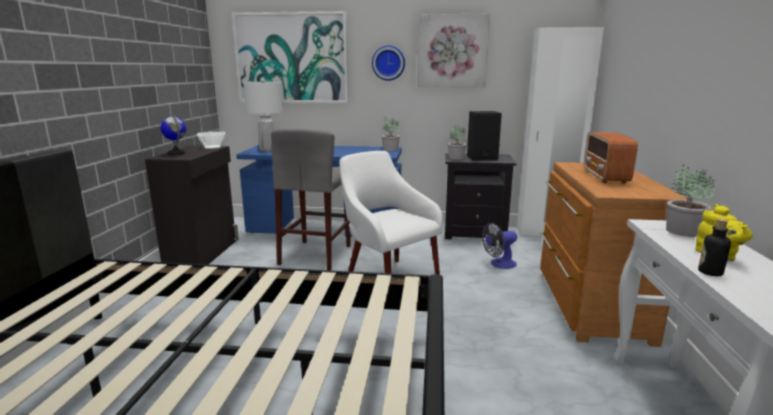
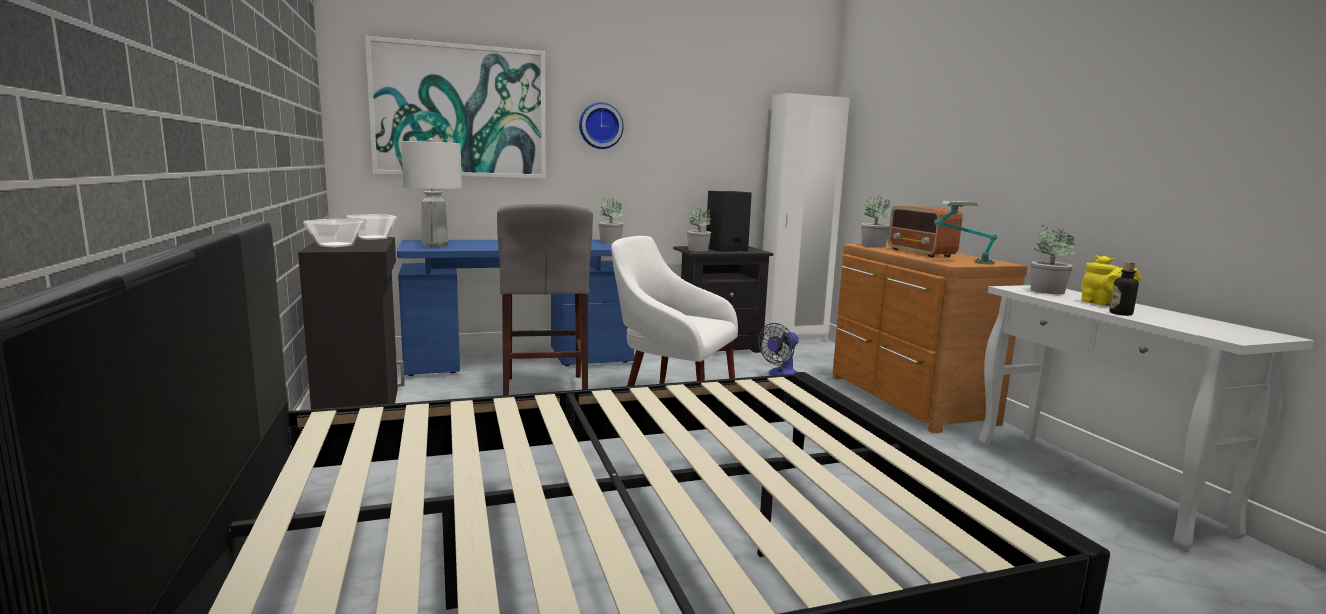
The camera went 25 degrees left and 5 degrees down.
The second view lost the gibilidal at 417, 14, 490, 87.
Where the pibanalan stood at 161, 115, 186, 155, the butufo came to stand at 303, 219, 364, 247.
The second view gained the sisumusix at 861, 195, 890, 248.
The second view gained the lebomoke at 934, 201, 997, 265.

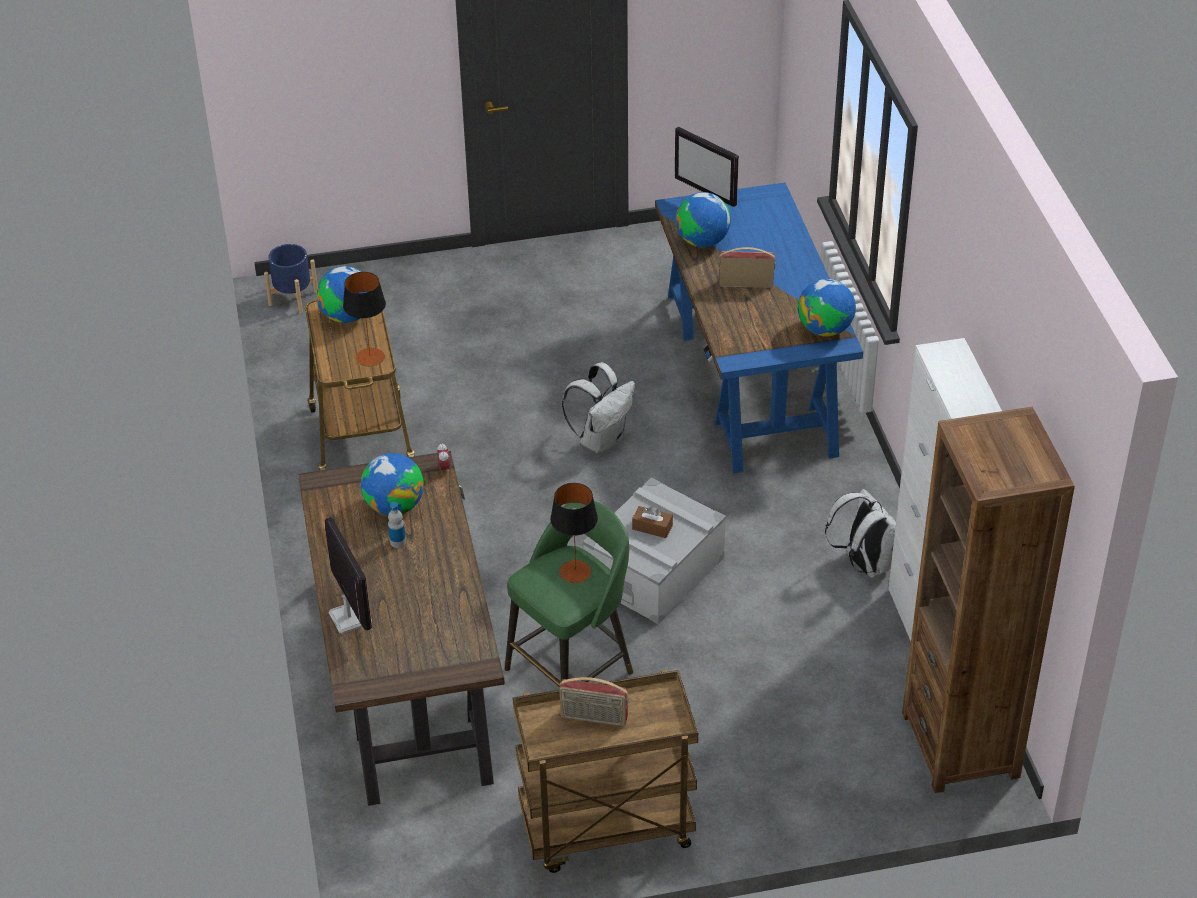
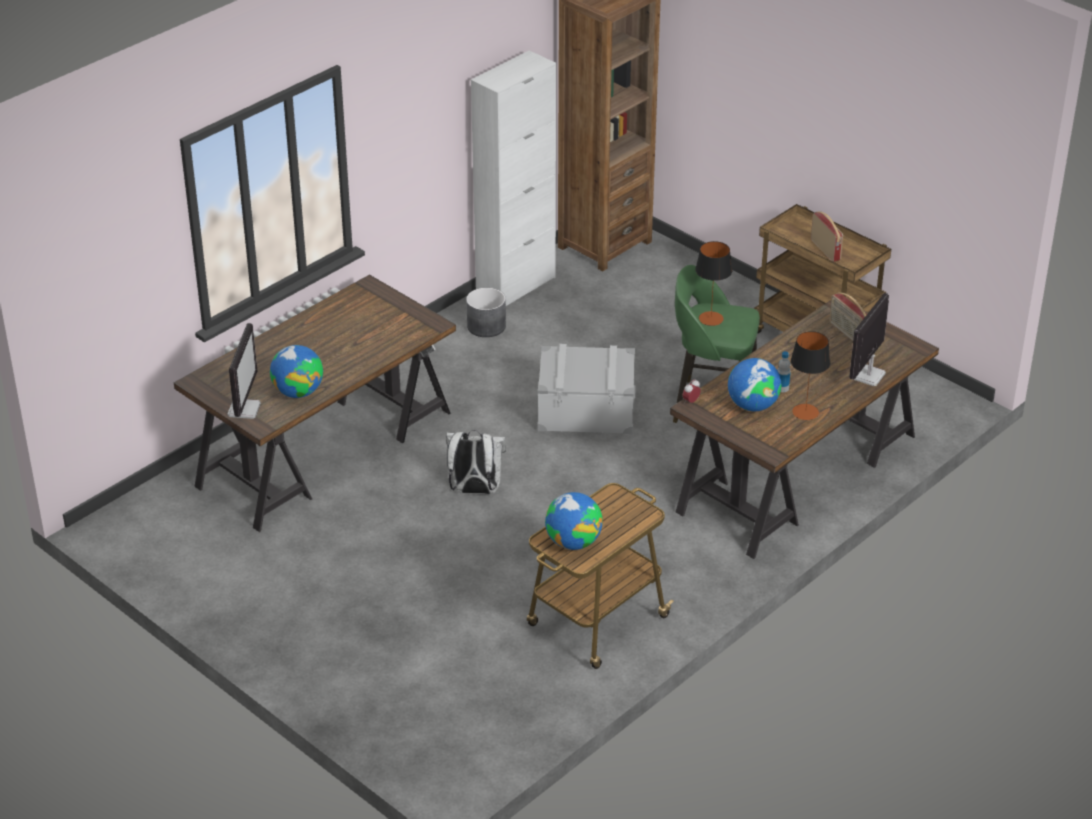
The camera went 125 degrees left and 5 degrees down.
What was the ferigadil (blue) at 655, 183, 863, 474 turned into the ferigadil (brown) at 174, 274, 456, 532.
The second view lost the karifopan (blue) at 264, 244, 318, 314.
The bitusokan ended up elsewhere, having gone from 719, 247, 775, 288 to 829, 292, 867, 341.
The lebomoke ended up elsewhere, having gone from 343, 272, 386, 366 to 791, 331, 830, 420.
The second view lost the pibanalan at 798, 279, 856, 337.
Where the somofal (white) stood at 825, 489, 896, 578, the karifopan (grey) came to stand at 466, 288, 506, 337.
The second view lost the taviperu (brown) at 632, 506, 673, 538.

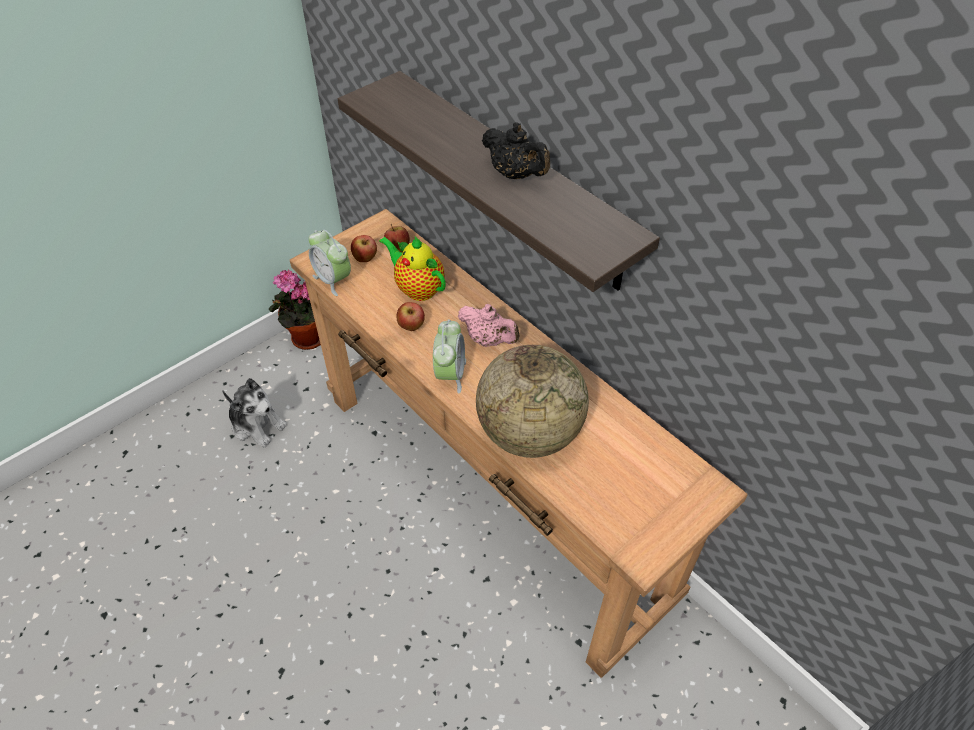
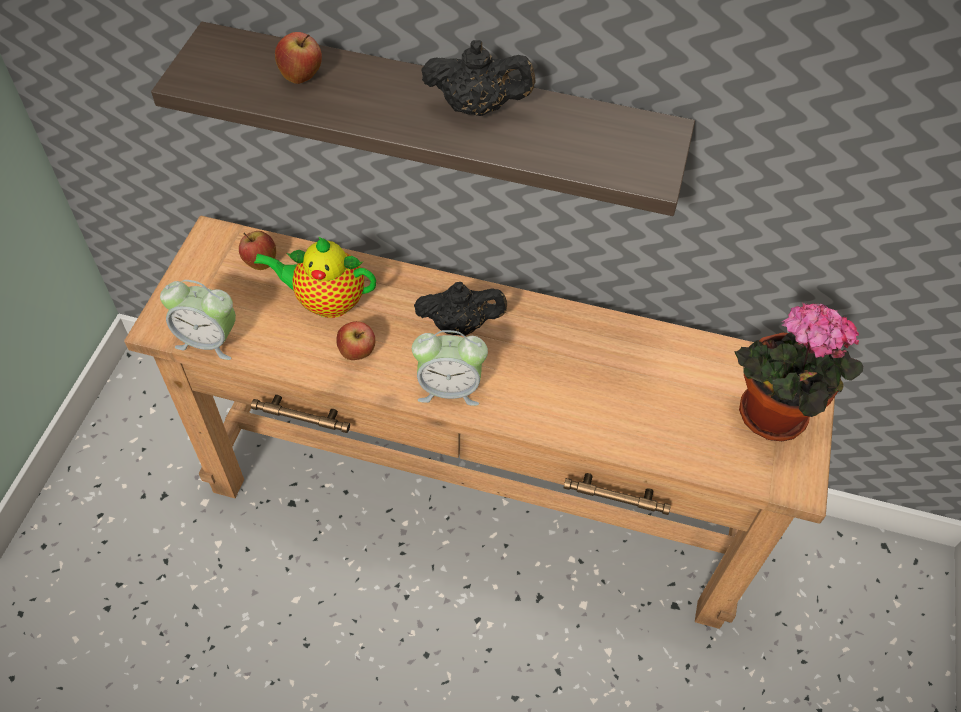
The camera went 35 degrees left and 5 degrees up.
The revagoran ended up elsewhere, having gone from 351, 235, 377, 262 to 275, 32, 322, 84.
The sisumusix ended up elsewhere, having gone from 269, 270, 321, 350 to 734, 303, 863, 441.
What was the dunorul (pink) at 458, 304, 519, 347 turned into the dunorul (black) at 414, 282, 507, 336.
The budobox at 433, 319, 466, 393 ended up facing another way, 120 degrees clockwise from before.
The second view lost the pibanalan at 476, 345, 589, 458.
The second view lost the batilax at 222, 378, 287, 447.

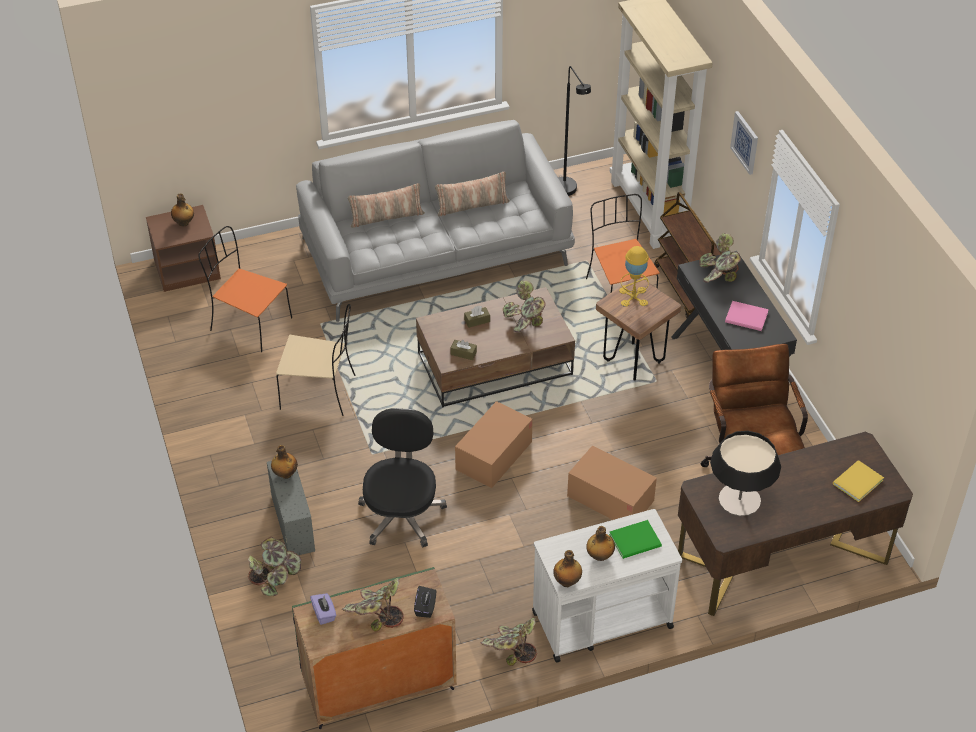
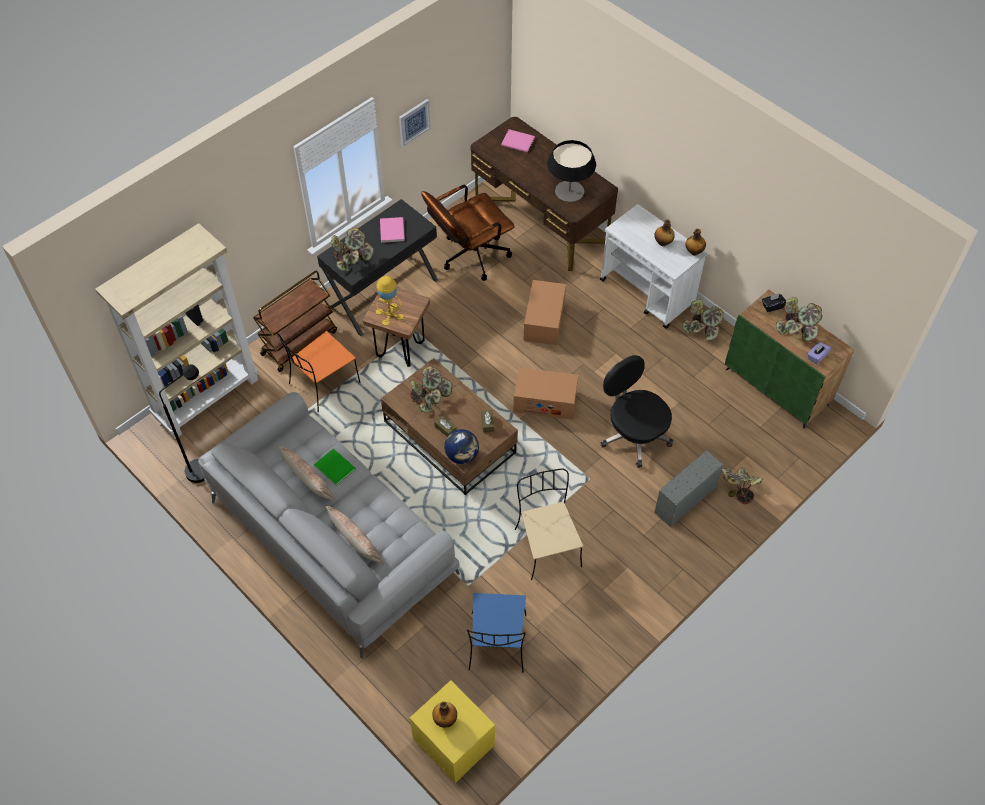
The camera went 115 degrees left and 10 degrees up.
The gibilidal ended up elsewhere, having gone from 730, 111, 758, 175 to 399, 99, 431, 147.
What was the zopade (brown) at 146, 205, 221, 292 turned into the zopade (yellow) at 410, 680, 495, 783.
What was the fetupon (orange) at 198, 226, 292, 352 turned into the fetupon (blue) at 467, 593, 527, 673.
The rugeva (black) at 358, 408, 447, 547 ended up facing another way, 75 degrees clockwise from before.
The second view lost the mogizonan at 271, 445, 298, 479.
What was the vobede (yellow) at 833, 460, 884, 502 turned into the vobede (pink) at 501, 129, 535, 153.
The vobede (green) ended up elsewhere, having gone from 609, 520, 662, 559 to 314, 449, 356, 486.
The second view gained the pibanalan at 444, 429, 479, 464.

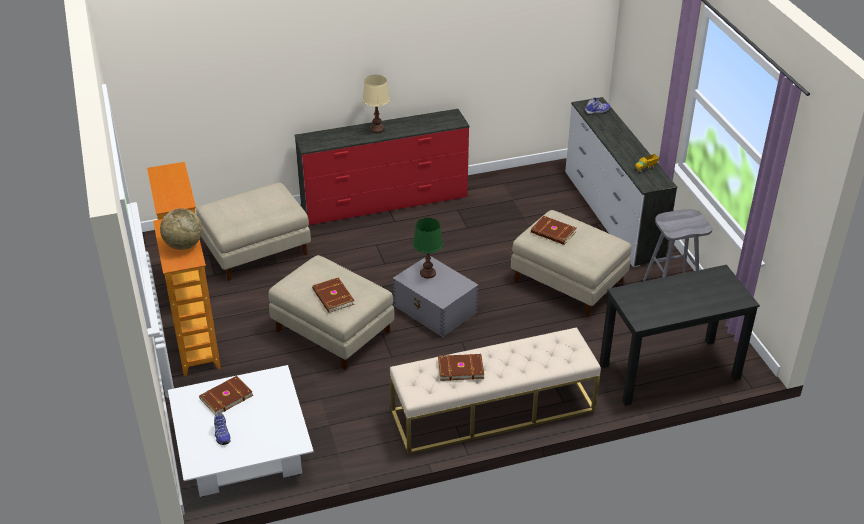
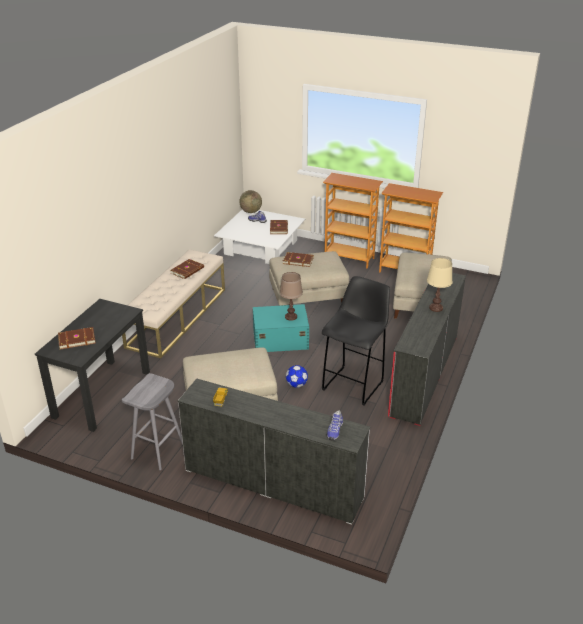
The camera went 130 degrees right and 5 degrees down.
The pibanalan ended up elsewhere, having gone from 160, 208, 202, 250 to 239, 190, 262, 213.
The vobede (brown) ended up elsewhere, having gone from 531, 216, 577, 245 to 58, 327, 96, 349.
What was the lebomoke (green) at 413, 218, 443, 279 turned into the lebomoke (brown) at 280, 272, 303, 321.
What was the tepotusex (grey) at 393, 256, 479, 337 turned into the tepotusex (turquoise) at 253, 304, 309, 352.
The second view gained the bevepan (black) at 322, 276, 390, 405.
The second view gained the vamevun at 286, 365, 308, 388.

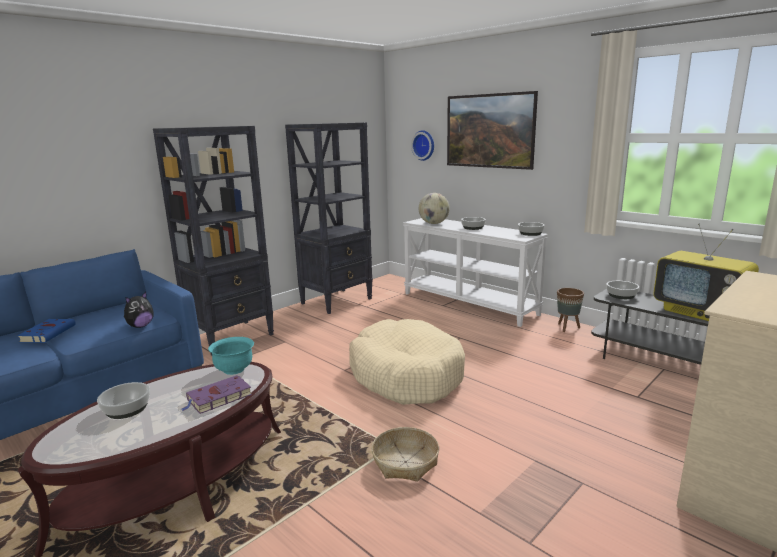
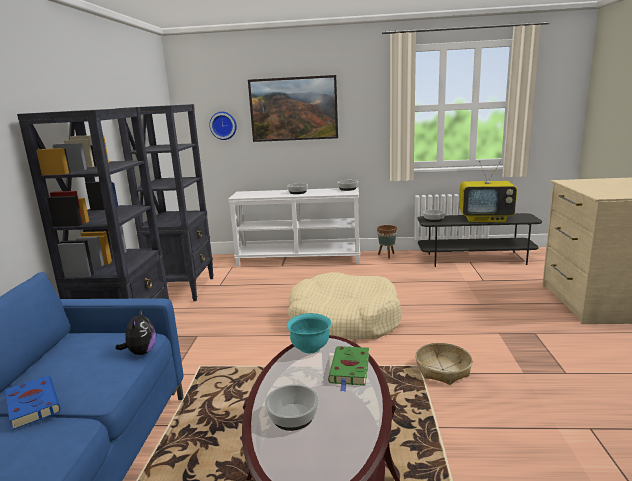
The camera went 40 degrees left and 0 degrees up.
The second view lost the pibanalan at 419, 193, 450, 224.
What was the vobede (purple) at 182, 375, 252, 414 turned into the vobede (green) at 328, 346, 369, 392.

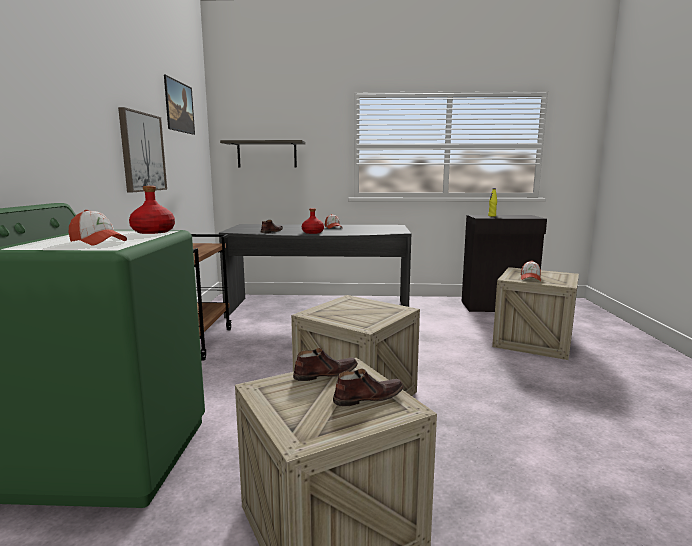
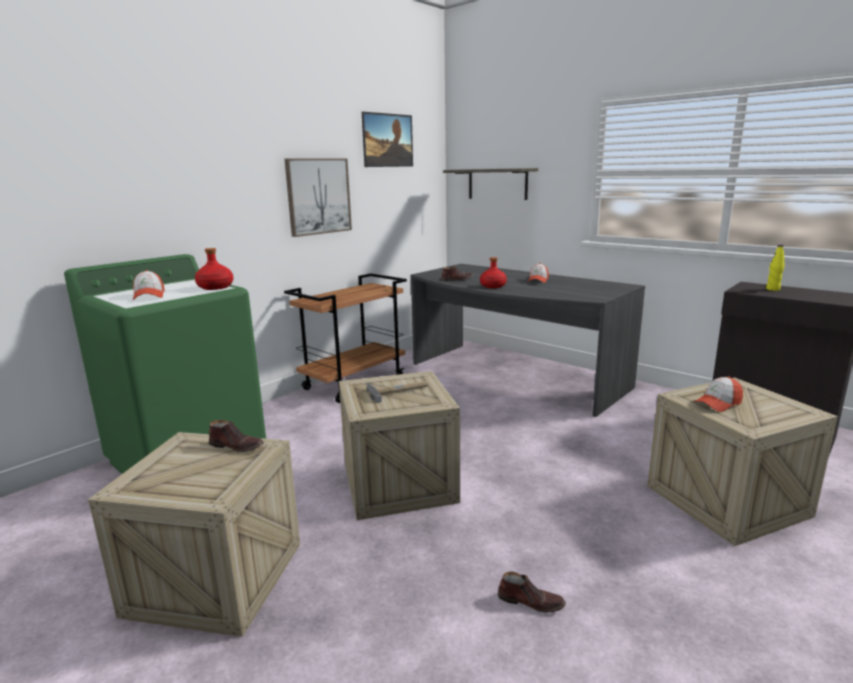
The camera went 40 degrees right and 5 degrees up.
The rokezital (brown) ended up elsewhere, having gone from 333, 369, 404, 406 to 498, 571, 566, 613.
The second view gained the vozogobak at 366, 381, 428, 403.

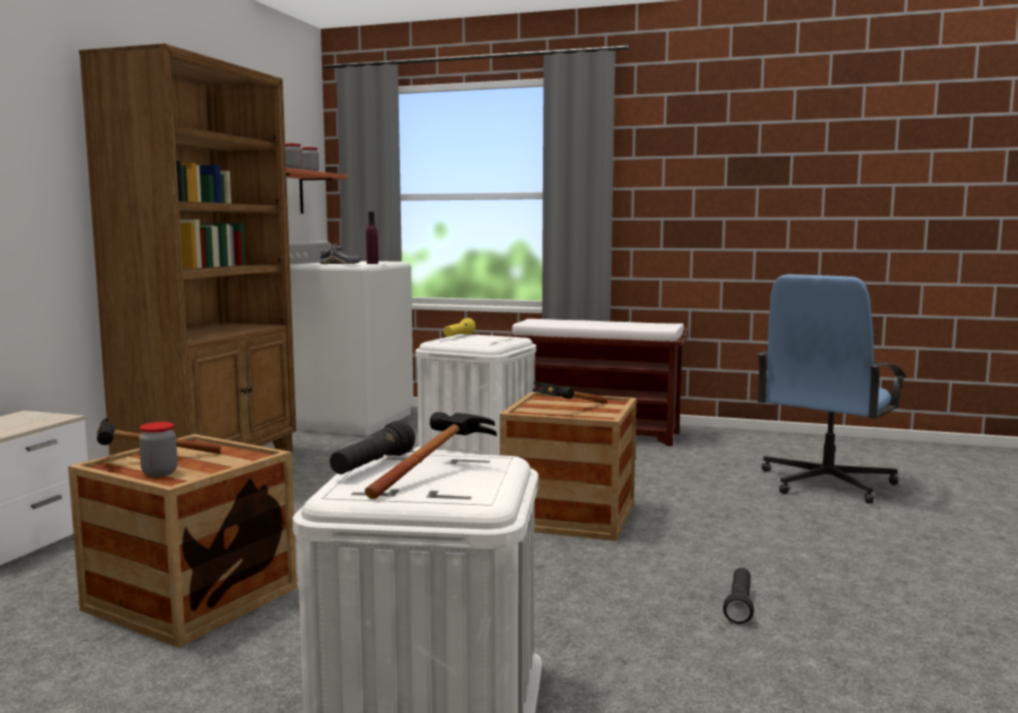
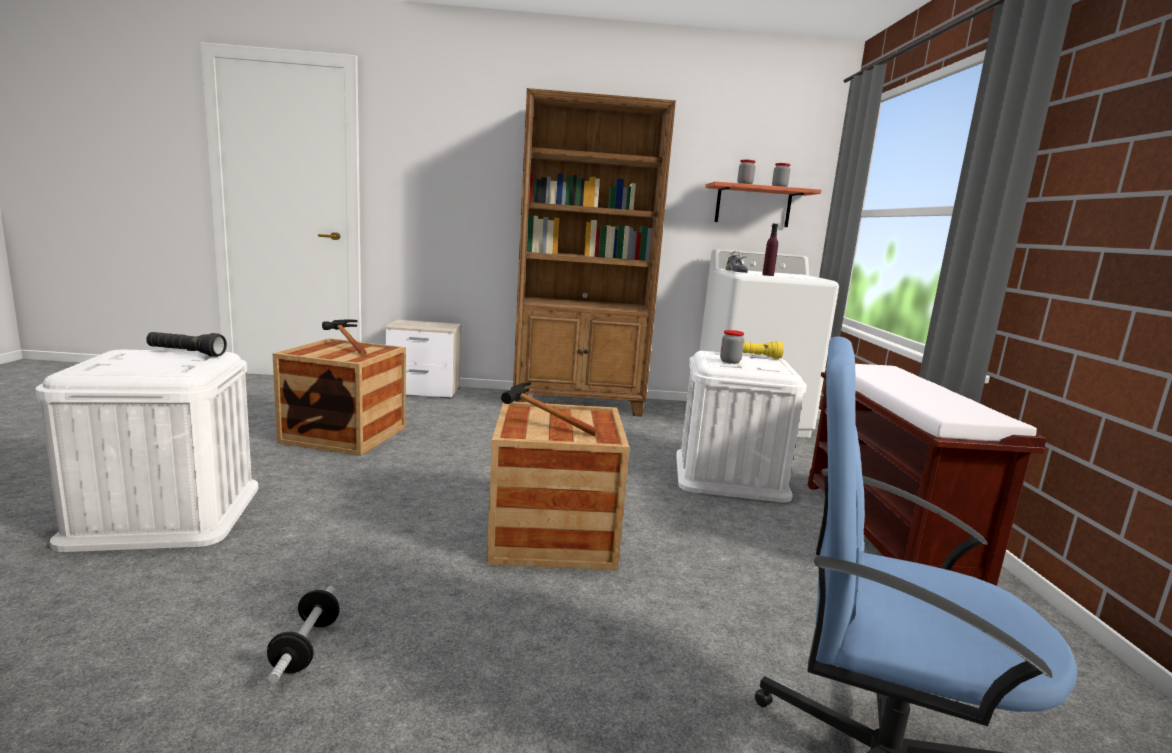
The camera went 70 degrees right and 5 degrees up.
The second view lost the vozogobak at 365, 412, 497, 499.
The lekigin ended up elsewhere, having gone from 139, 422, 178, 477 to 720, 330, 744, 364.
Where the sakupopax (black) stood at 723, 568, 754, 624, the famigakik came to stand at 267, 586, 340, 683.

